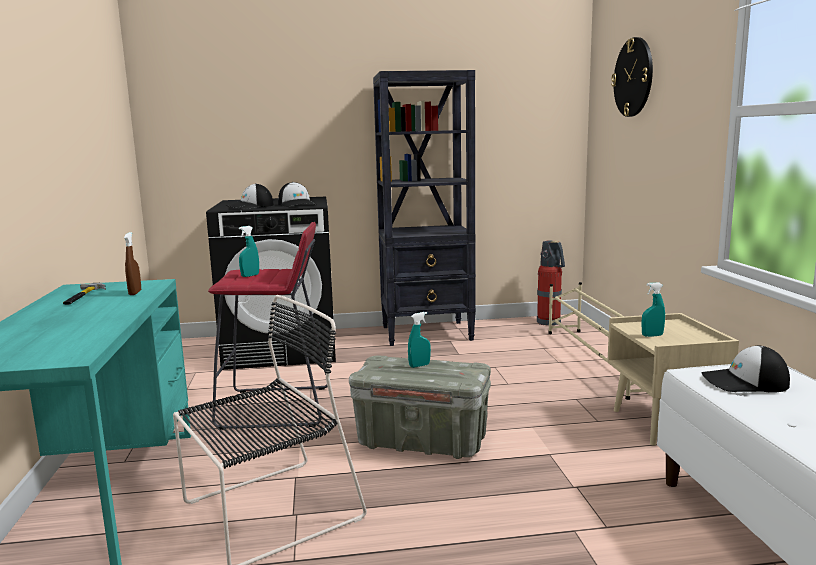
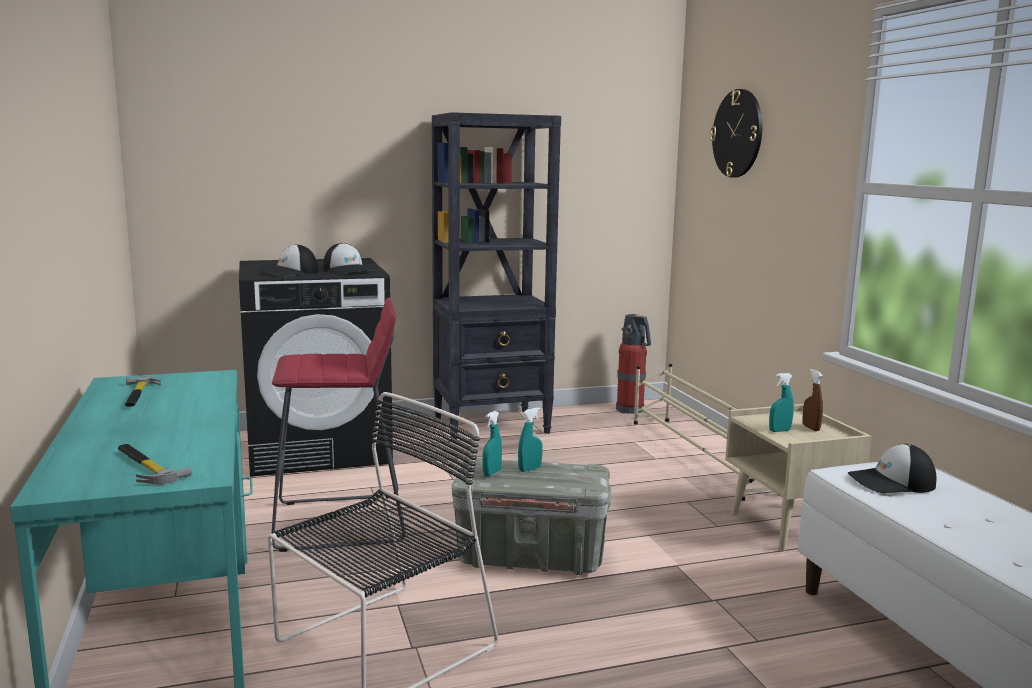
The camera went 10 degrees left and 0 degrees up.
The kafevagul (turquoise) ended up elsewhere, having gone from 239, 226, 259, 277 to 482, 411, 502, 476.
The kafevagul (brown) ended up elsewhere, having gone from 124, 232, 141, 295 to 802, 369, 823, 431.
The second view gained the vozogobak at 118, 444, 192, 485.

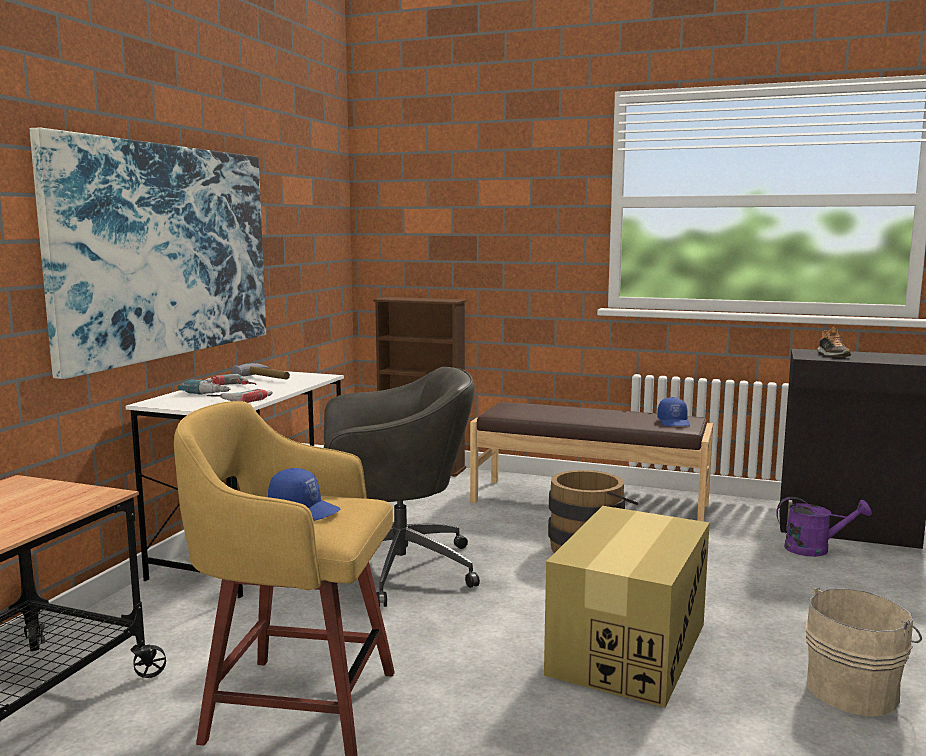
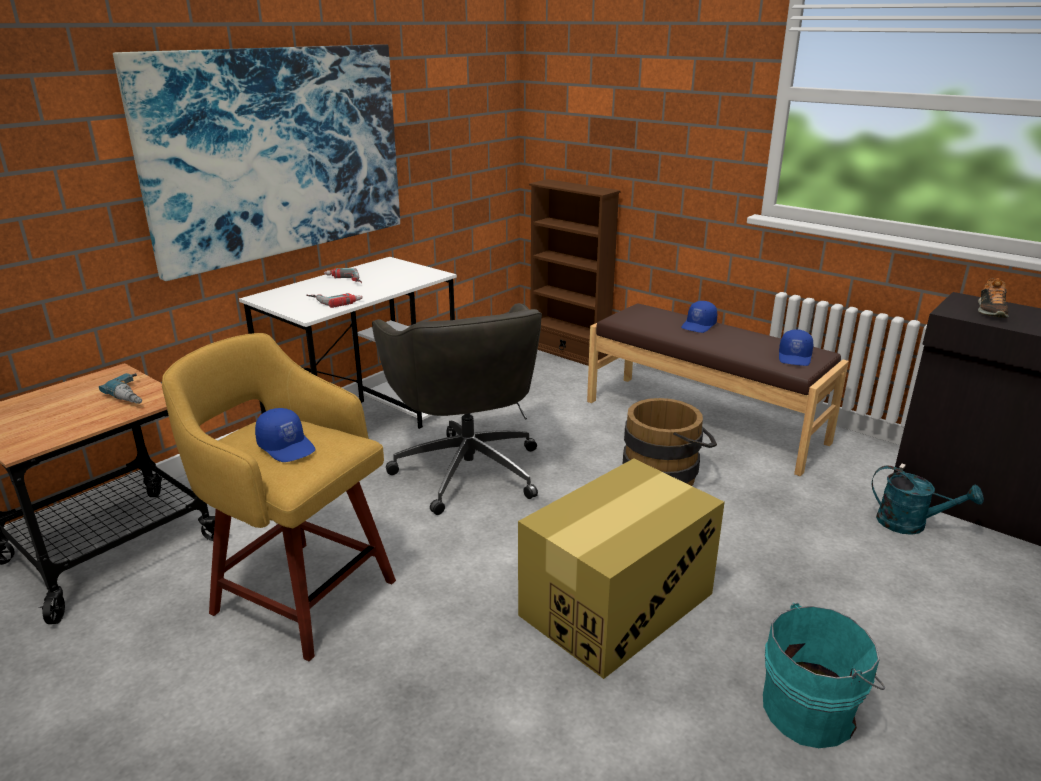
The camera went 20 degrees right and 15 degrees up.
The second view lost the vozogobak at 231, 363, 290, 380.
The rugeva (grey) at 323, 367, 480, 607 ended up facing another way, 60 degrees clockwise from before.
The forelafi ended up elsewhere, having gone from 178, 380, 230, 395 to 99, 373, 142, 404.
What was the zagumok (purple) at 776, 497, 872, 557 turned into the zagumok (turquoise) at 872, 465, 984, 535.
What was the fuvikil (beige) at 806, 587, 922, 717 turned into the fuvikil (turquoise) at 763, 603, 886, 748.
The second view gained the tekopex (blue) at 681, 301, 717, 333.

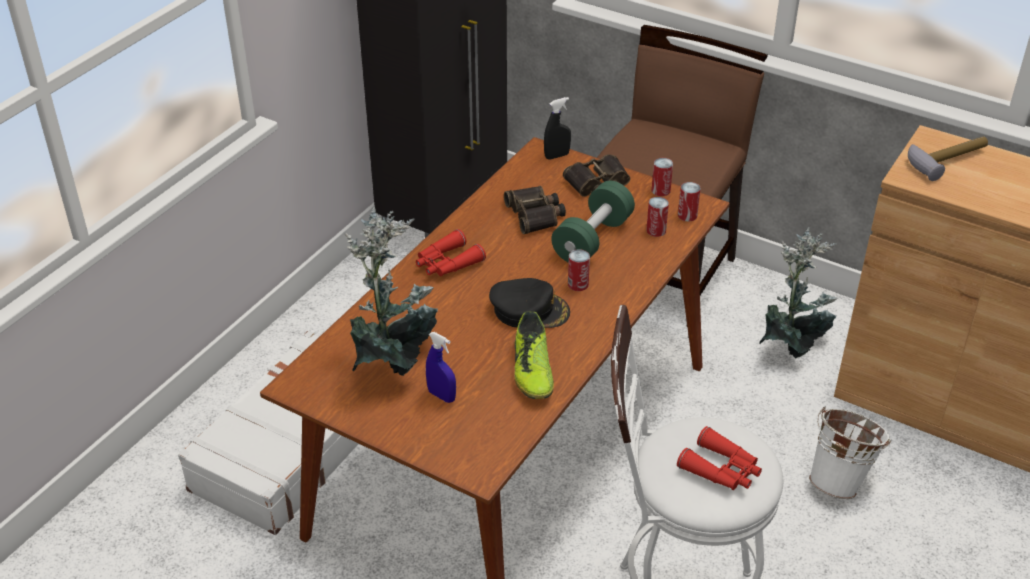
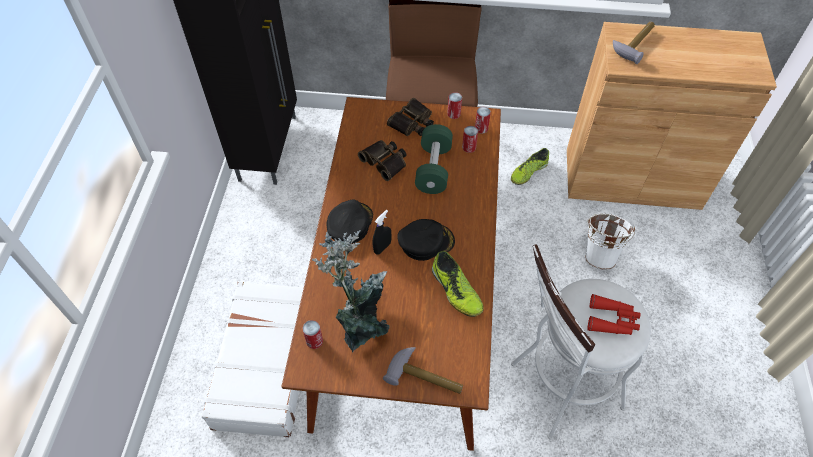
The camera went 25 degrees left and 15 degrees up.
The kafevagul (black) ended up elsewhere, having gone from 544, 97, 571, 159 to 372, 210, 392, 255.
Where the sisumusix stood at 759, 227, 838, 358, the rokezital came to stand at 511, 148, 549, 185.
Where the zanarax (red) stood at 416, 229, 486, 276, the tekopex (black) came to stand at 327, 199, 373, 244.
The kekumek ended up elsewhere, having gone from 568, 249, 590, 291 to 303, 320, 323, 349.
The second view lost the kafevagul (blue) at 426, 332, 456, 403.
The second view gained the vozogobak at 383, 347, 463, 394.

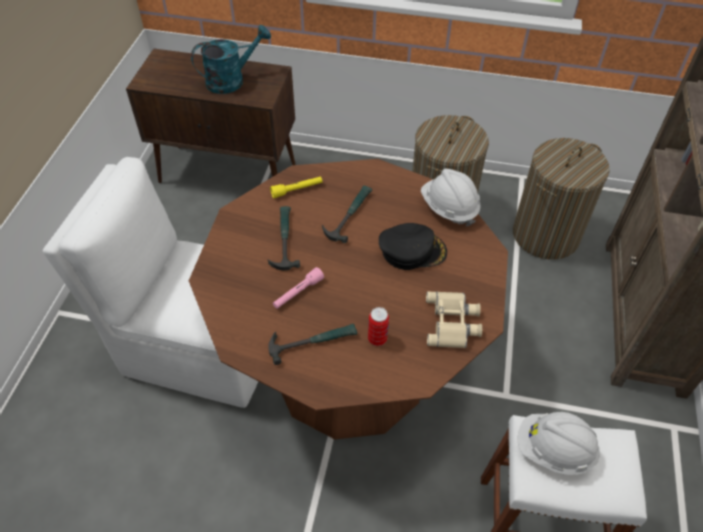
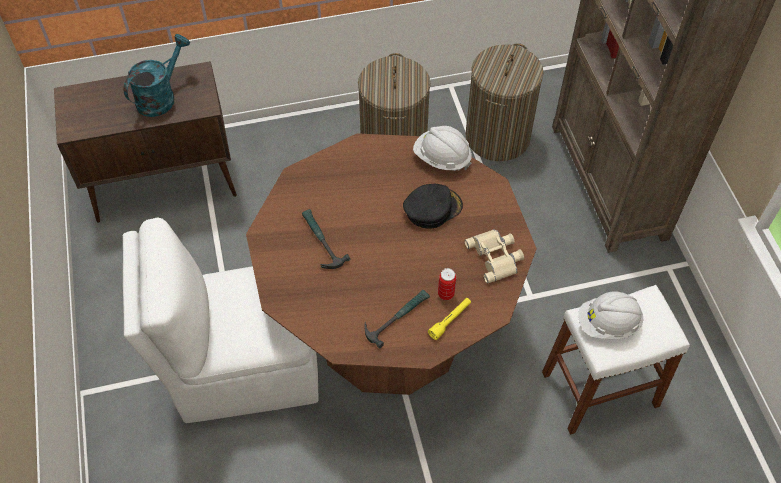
The camera went 25 degrees left and 5 degrees up.
The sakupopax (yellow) ended up elsewhere, having gone from 270, 176, 322, 198 to 428, 298, 471, 340.
The second view lost the vozogobak at 322, 186, 372, 243.
The second view lost the sakupopax (pink) at 273, 267, 324, 309.

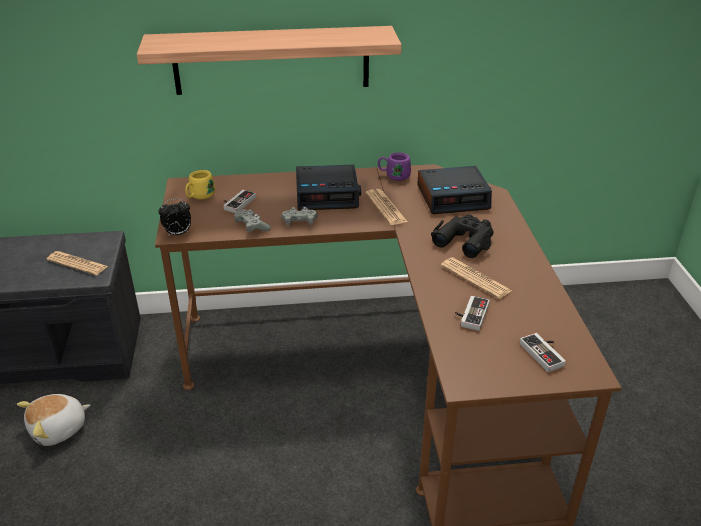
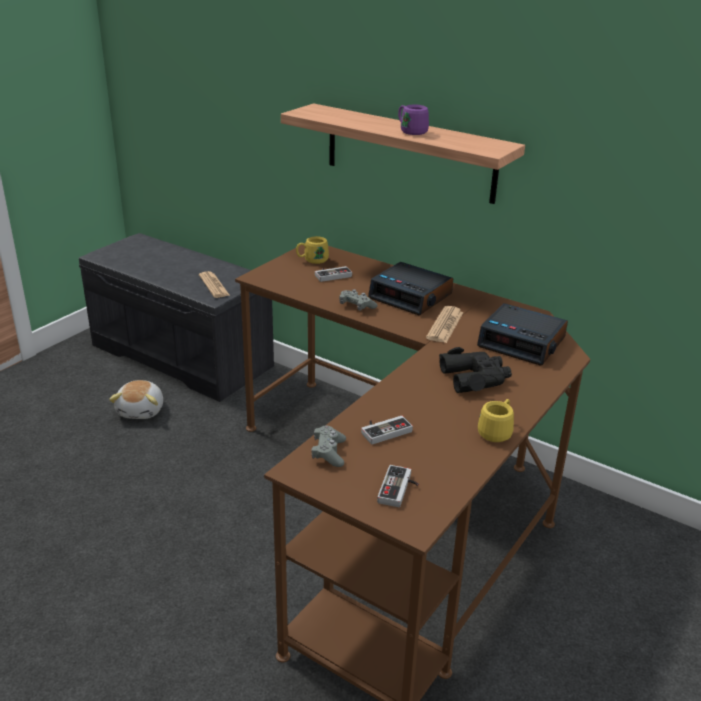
The camera went 40 degrees right and 5 degrees down.
The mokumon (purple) ended up elsewhere, having gone from 378, 152, 411, 181 to 398, 104, 429, 135.
The second view lost the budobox at 158, 198, 191, 237.
The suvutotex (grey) ended up elsewhere, having gone from 234, 209, 271, 232 to 311, 426, 346, 467.
The second view lost the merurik at 441, 257, 512, 299.
The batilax at 17, 394, 90, 446 ended up facing another way, 90 degrees counterclockwise from before.
The second view gained the mokumon (yellow) at 478, 399, 514, 442.

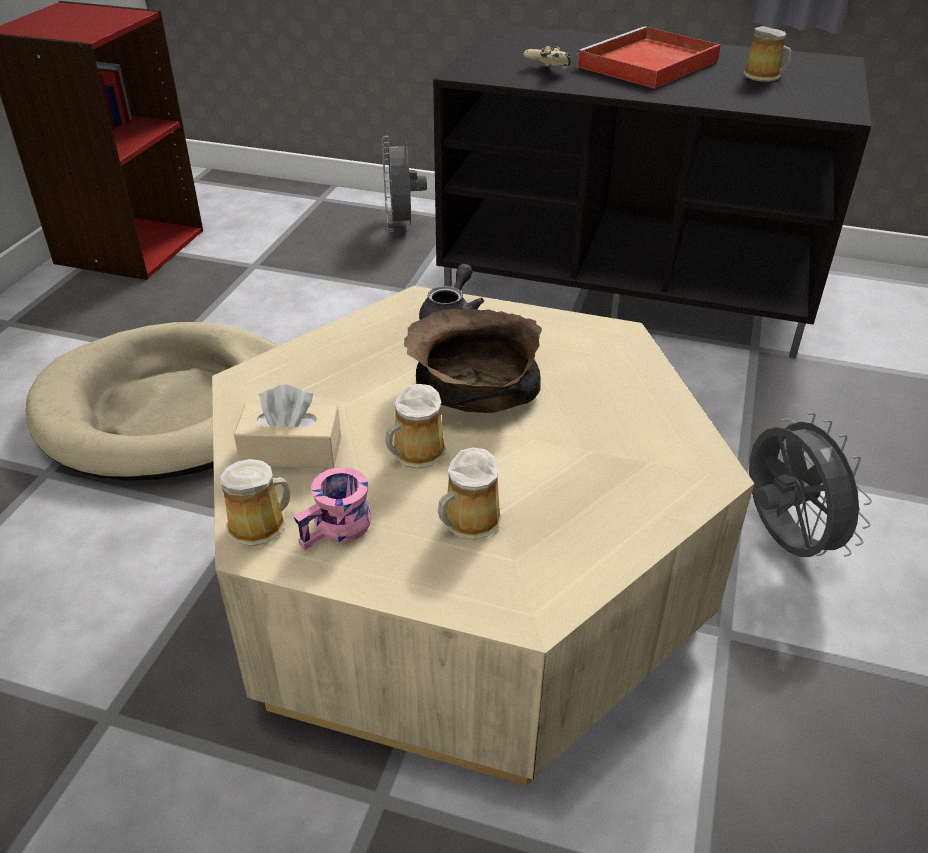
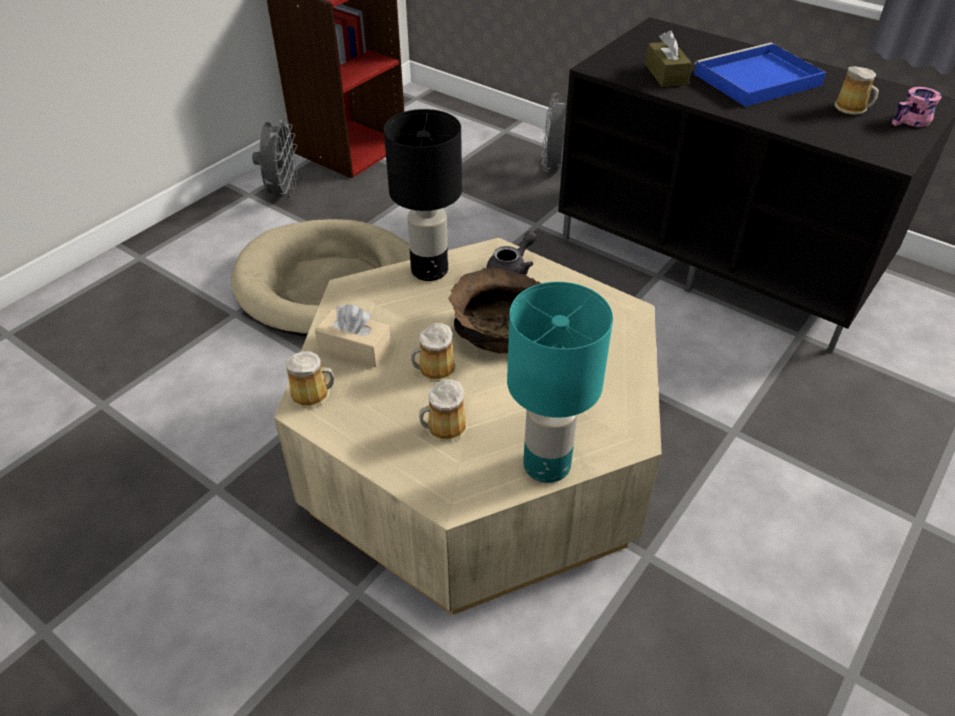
The camera went 20 degrees right and 5 degrees up.
What was the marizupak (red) at 576, 26, 721, 89 turned into the marizupak (blue) at 694, 43, 826, 107.
Where the suvutotex (beige) stood at 523, 46, 571, 69, the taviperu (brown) came to stand at 645, 30, 692, 87.
The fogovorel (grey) ended up elsewhere, having gone from 749, 412, 872, 557 to 252, 117, 298, 199.
The mokumon (pink) ended up elsewhere, having gone from 293, 467, 372, 550 to 892, 87, 942, 127.
The second view gained the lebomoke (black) at 384, 109, 462, 281.
The second view gained the lebomoke (turquoise) at 507, 282, 613, 483.

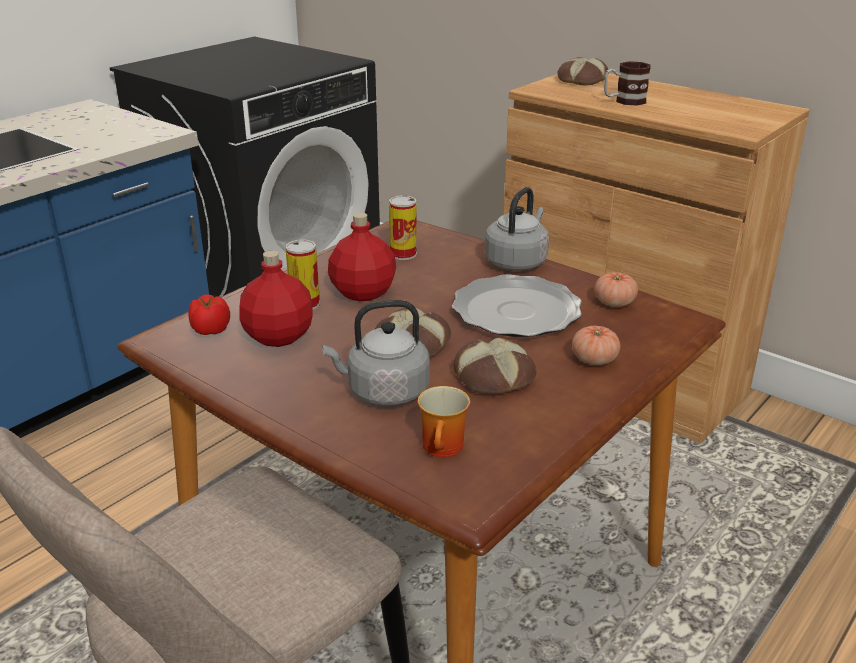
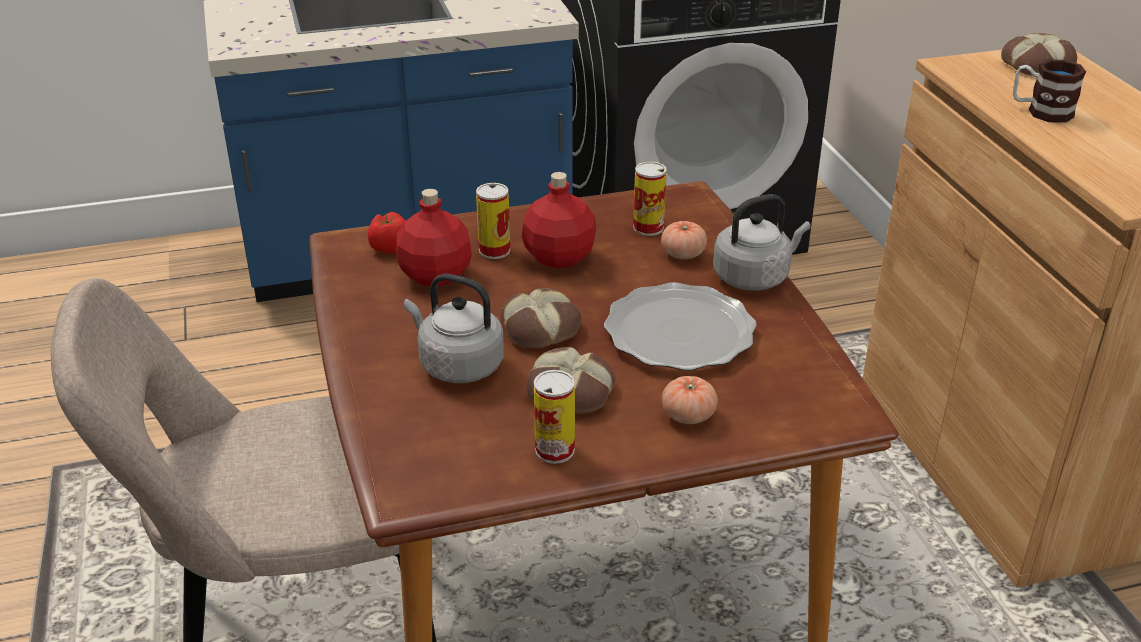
The camera went 35 degrees right and 5 degrees up.
The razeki ended up elsewhere, having gone from 595, 272, 638, 307 to 661, 221, 707, 259.
The second view lost the mokumon at 418, 386, 470, 458.
The second view gained the kekumek at 534, 370, 575, 464.

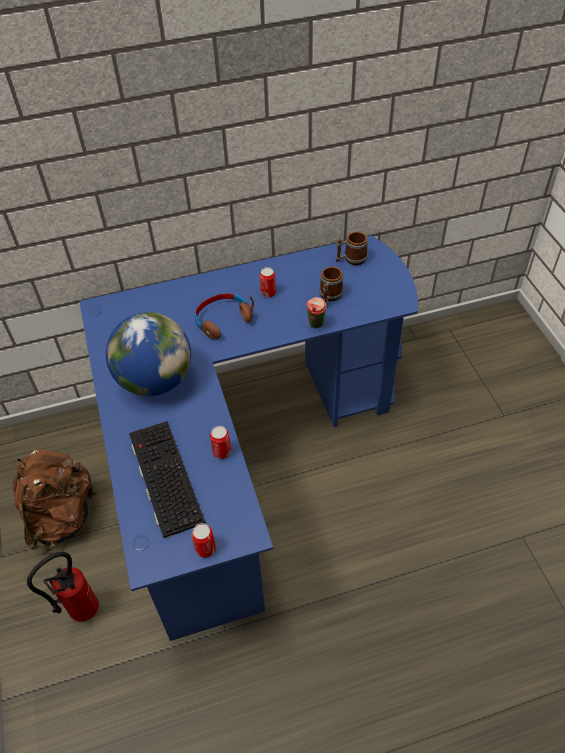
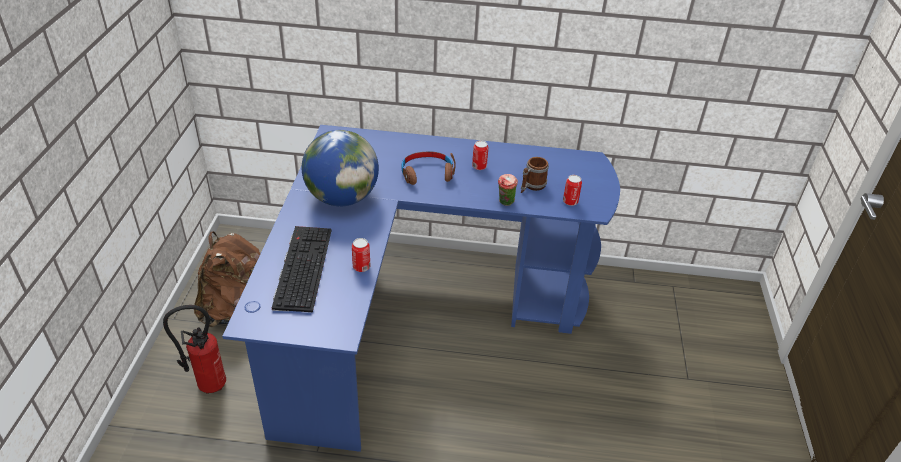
The camera went 20 degrees right and 10 degrees down.
The second view lost the mokumon at 335, 232, 368, 265.
The kekumek ended up elsewhere, having gone from 192, 523, 216, 558 to 563, 175, 582, 206.

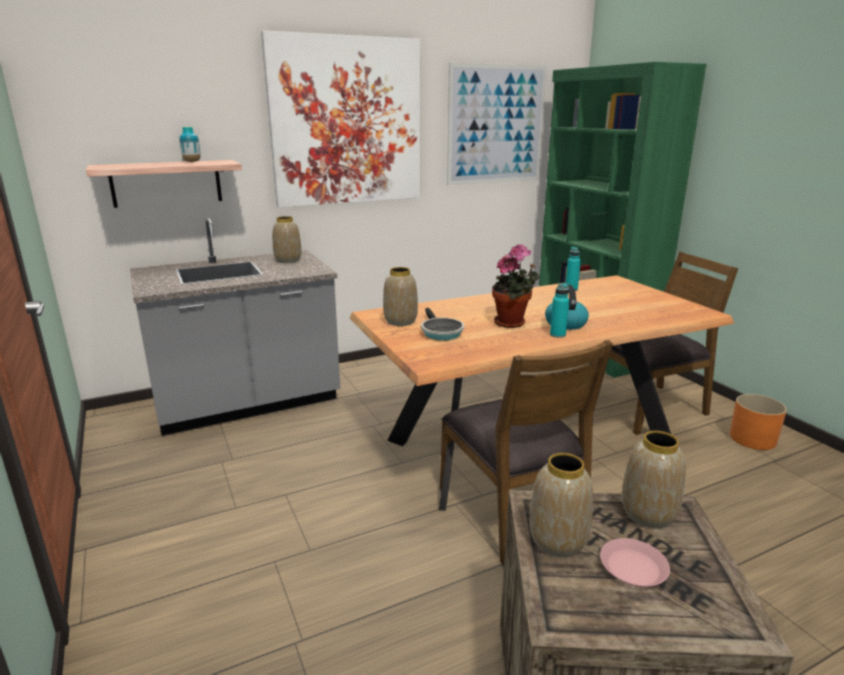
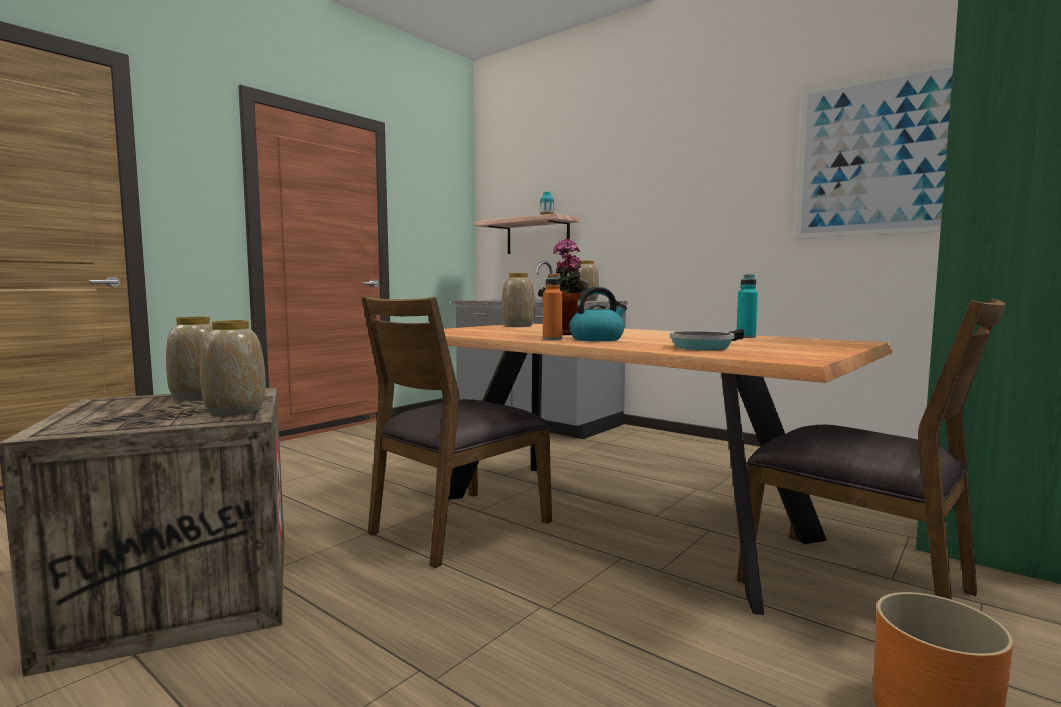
The camera went 65 degrees right and 15 degrees down.
The second view lost the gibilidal at 261, 31, 420, 208.
What was the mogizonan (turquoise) at 550, 283, 569, 338 turned into the mogizonan (orange) at 543, 274, 563, 340.
The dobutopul ended up elsewhere, having gone from 421, 308, 464, 341 to 670, 329, 745, 350.
The second view lost the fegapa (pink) at 600, 538, 670, 587.

